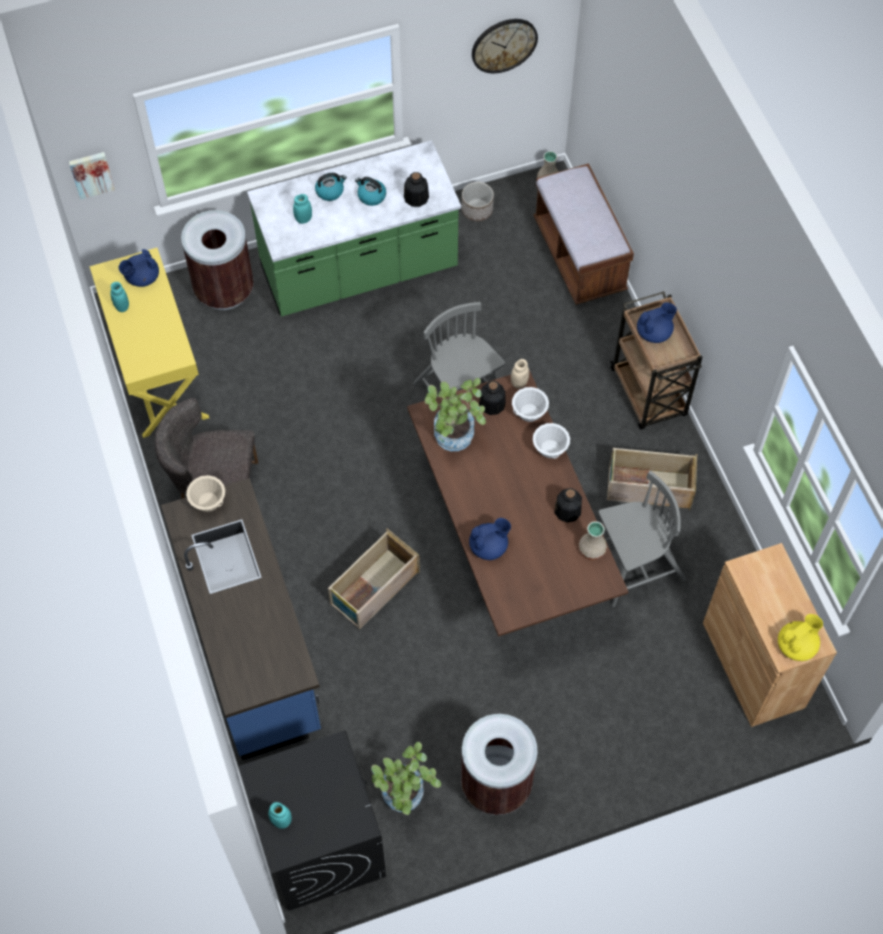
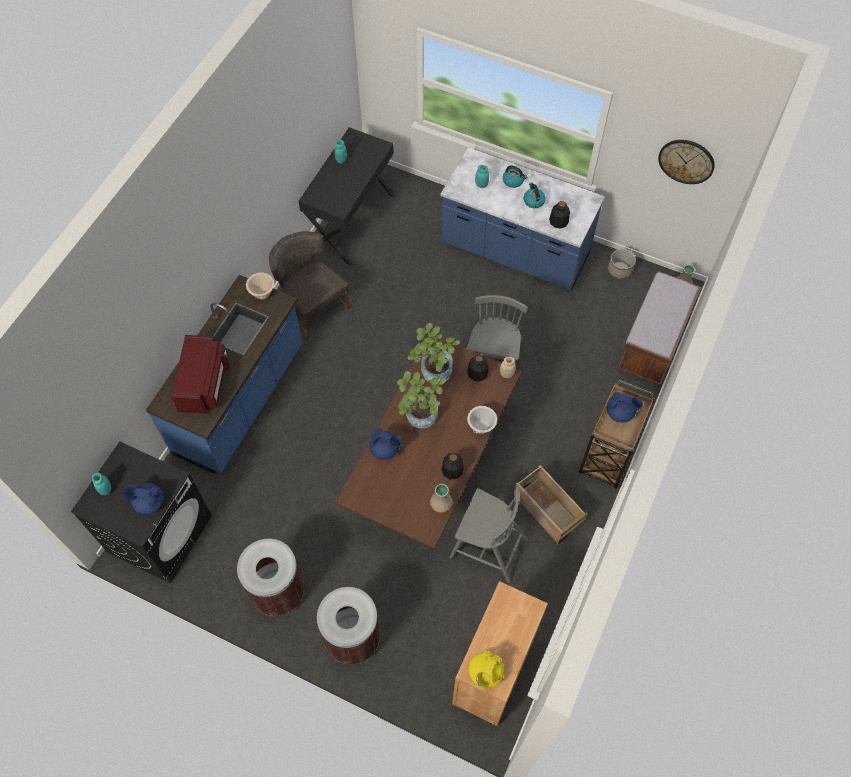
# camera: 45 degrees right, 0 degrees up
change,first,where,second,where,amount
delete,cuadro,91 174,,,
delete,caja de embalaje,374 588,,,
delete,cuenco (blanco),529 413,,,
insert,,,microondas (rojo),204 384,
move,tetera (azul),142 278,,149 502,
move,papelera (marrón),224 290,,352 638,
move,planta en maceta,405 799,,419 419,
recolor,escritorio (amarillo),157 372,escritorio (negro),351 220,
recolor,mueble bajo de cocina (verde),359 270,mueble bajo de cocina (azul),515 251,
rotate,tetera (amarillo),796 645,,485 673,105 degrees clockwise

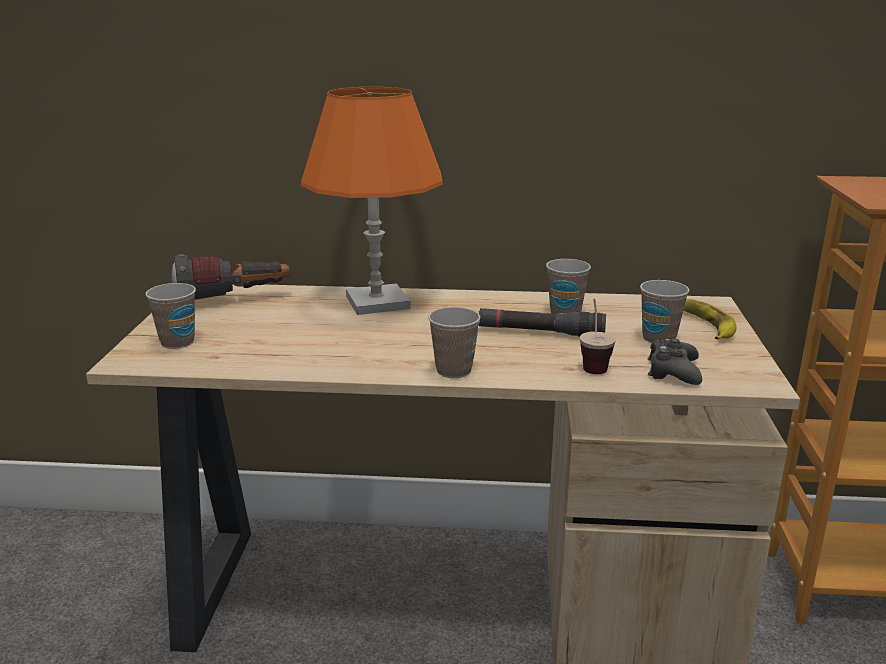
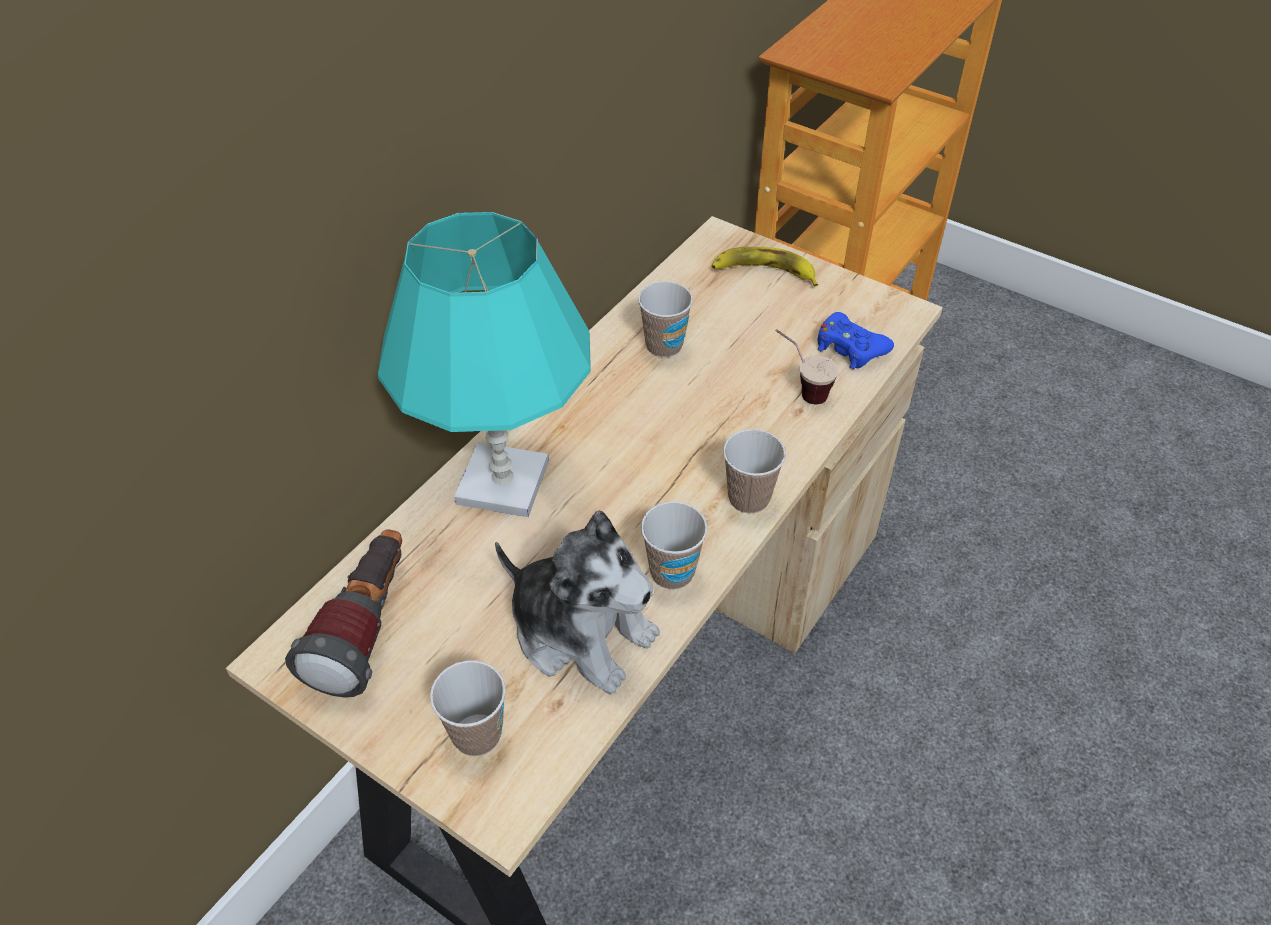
# camera: 60 degrees left, 25 degrees up
change,first,where,second,where,amount
delete,linterna (negro),540 332,,,
insert,,,peluche,581 632,
move,taza,659 338,,672 572,
recolor,lámpara de mesa (naranja),376 302,lámpara de mesa (turquesa),503 483,
recolor,mando de consola (negro),673 371,mando de consola (azul),850 348,

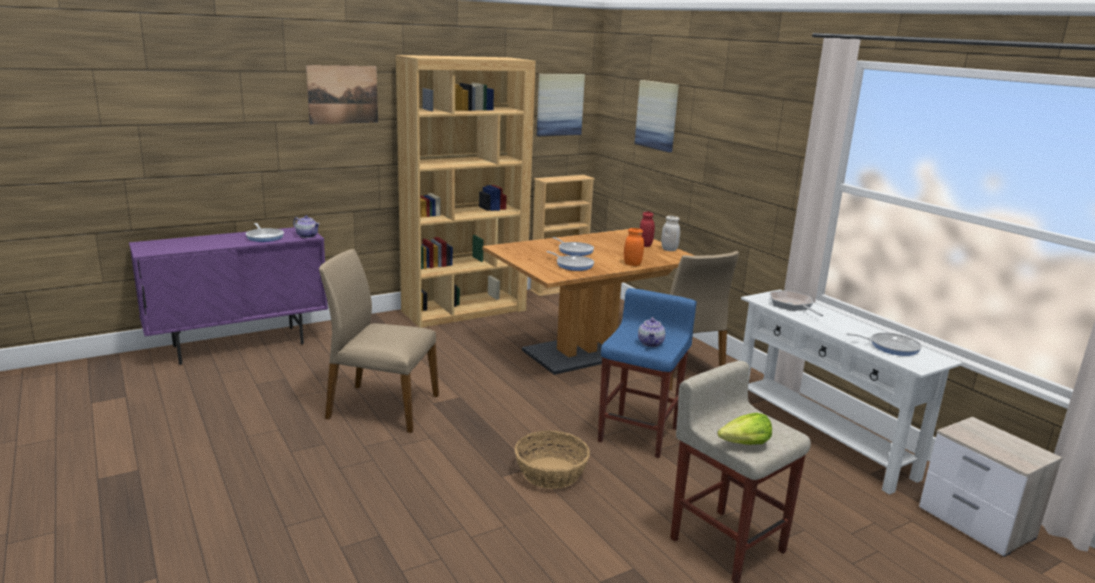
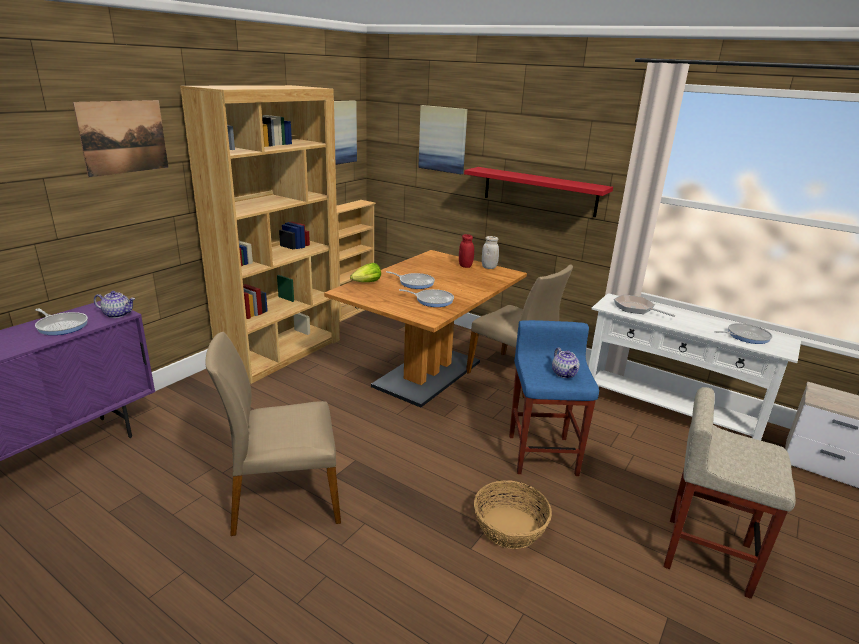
# camera: 25 degrees left, 5 degrees up
change,first,where,second,where,amount
delete,tarro (naranja),632 264,,,
insert,,,estante (rojo),539 191,
move,lechuga,745 444,,367 283,

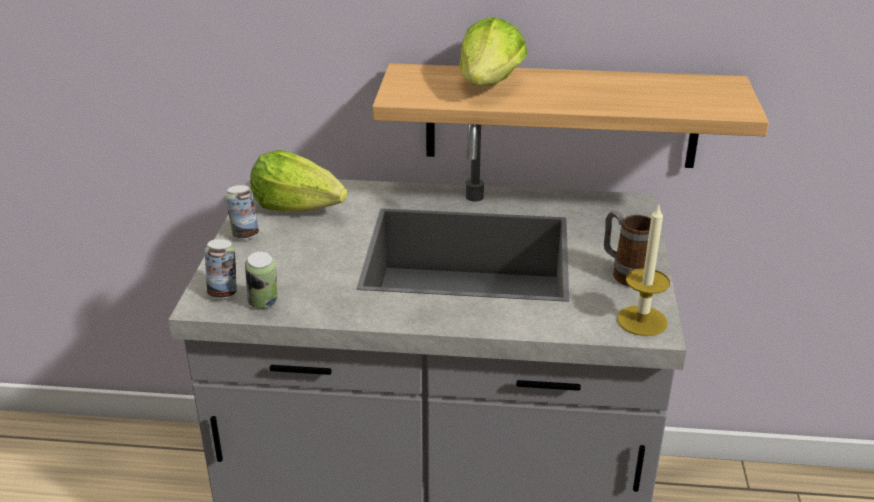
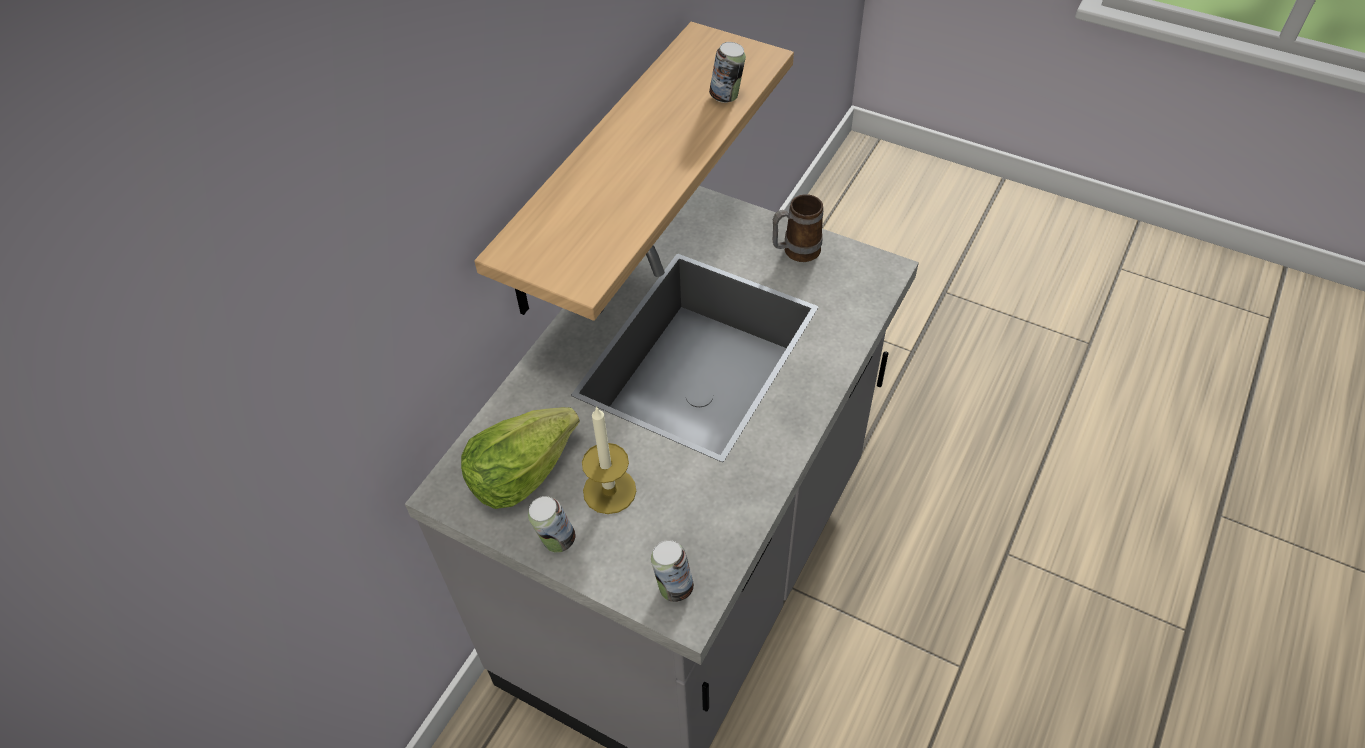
# camera: 65 degrees left, 20 degrees up
change,first,where,second,where,amount
delete,lechuga,490 85,,,
move,lata,264 304,,727 97,
move,vela,642 321,,609 490,

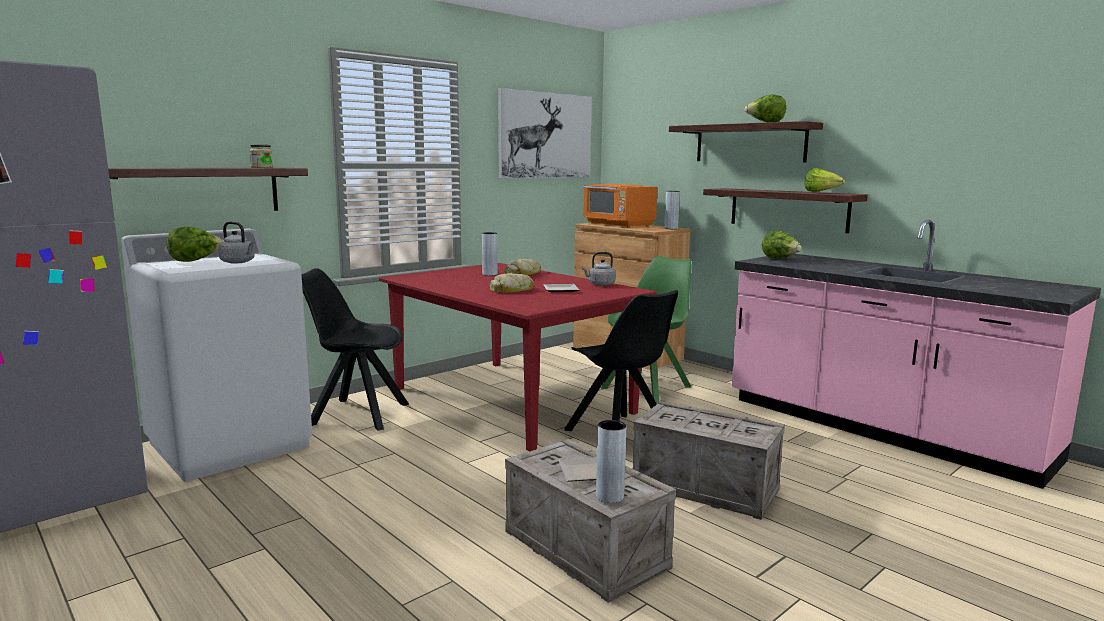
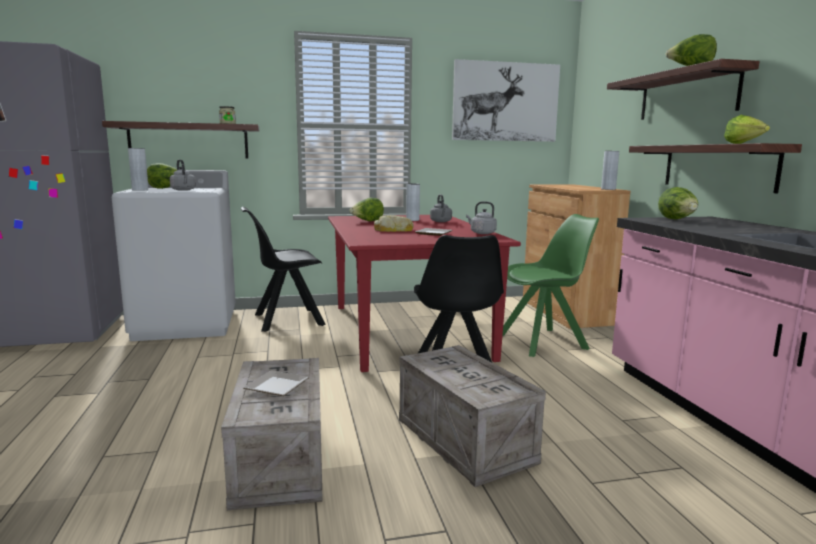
# camera: 30 degrees right, 0 degrees up
change,first,where,second,where,amount
delete,microondas (naranja),618 224,,,
insert,,,lechuga,367 221,
move,florero (gris),609 496,,140 190,
replace,pan,523 273,hervidor (gris),441 221,
rotate,silla (negro),357 414,,286 320,60 degrees counterclockwise

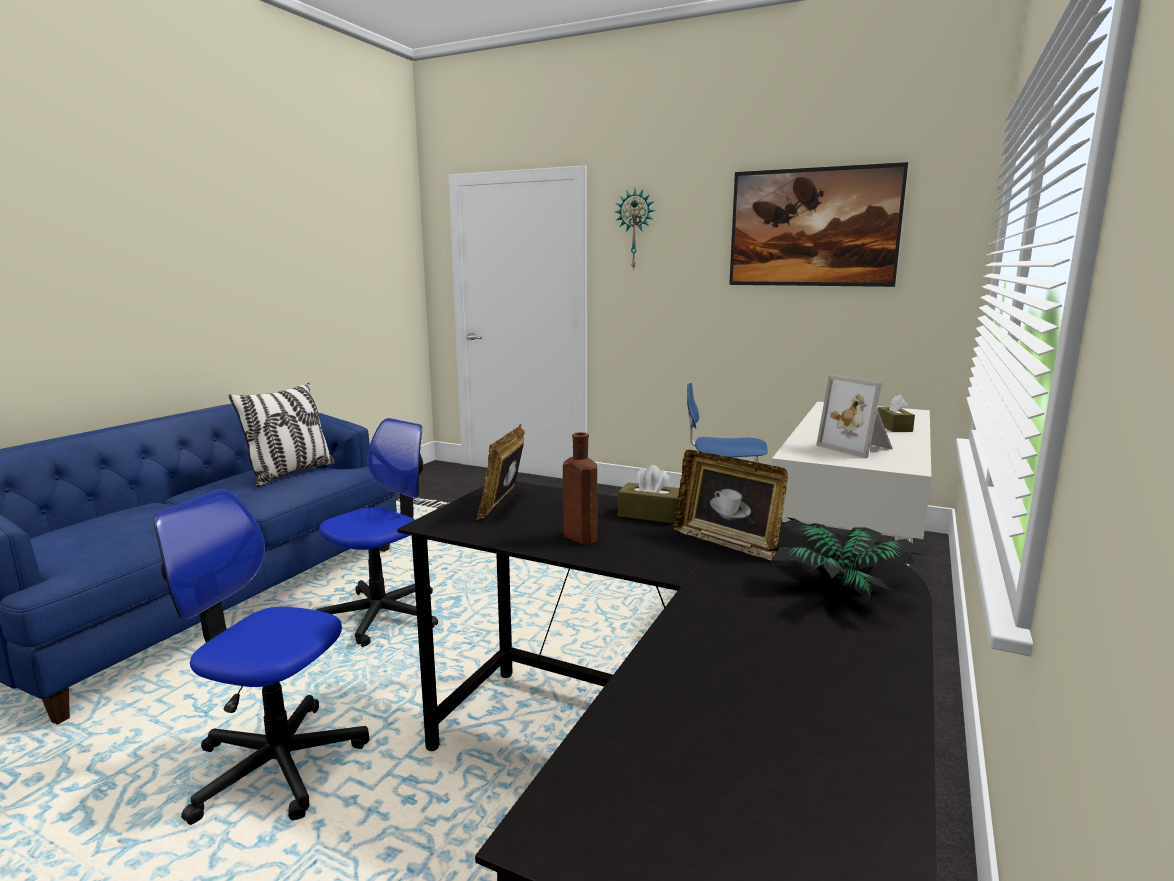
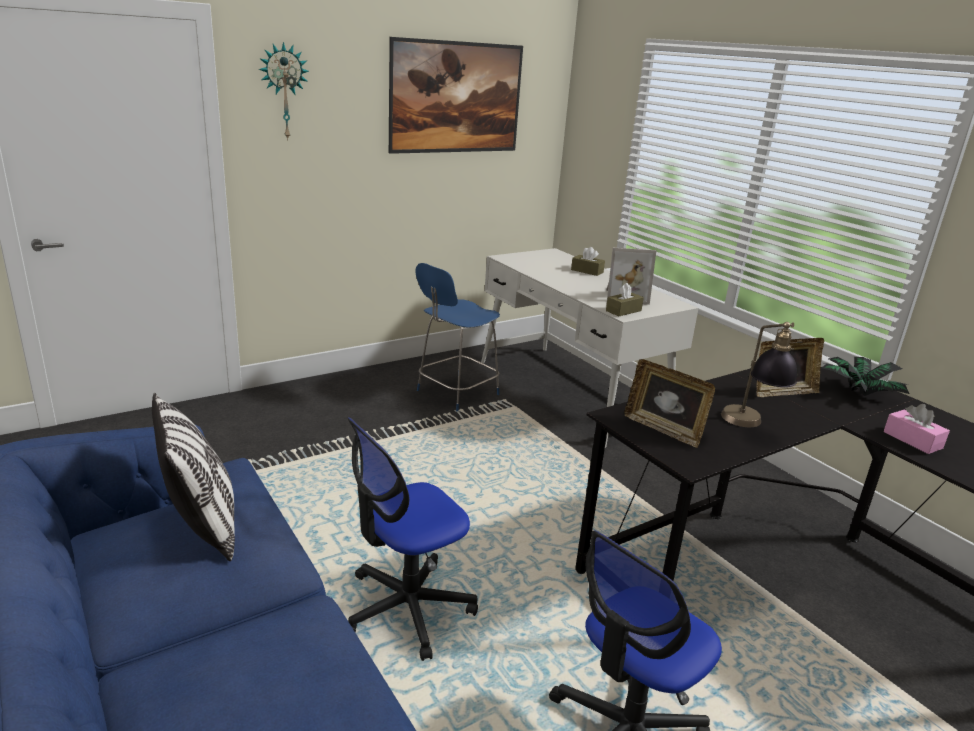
# camera: 60 degrees left, 10 degrees up
change,first,where,second,where,amount
insert,,,caja de pañuelos (rosa),912 440,
move,caja de pañuelos (marrón),650 515,,623 311,
replace,botella (marrón),578 537,lámpara de mesa,750 426,
rotate,silla de oficina,382 615,,407 608,105 degrees counterclockwise

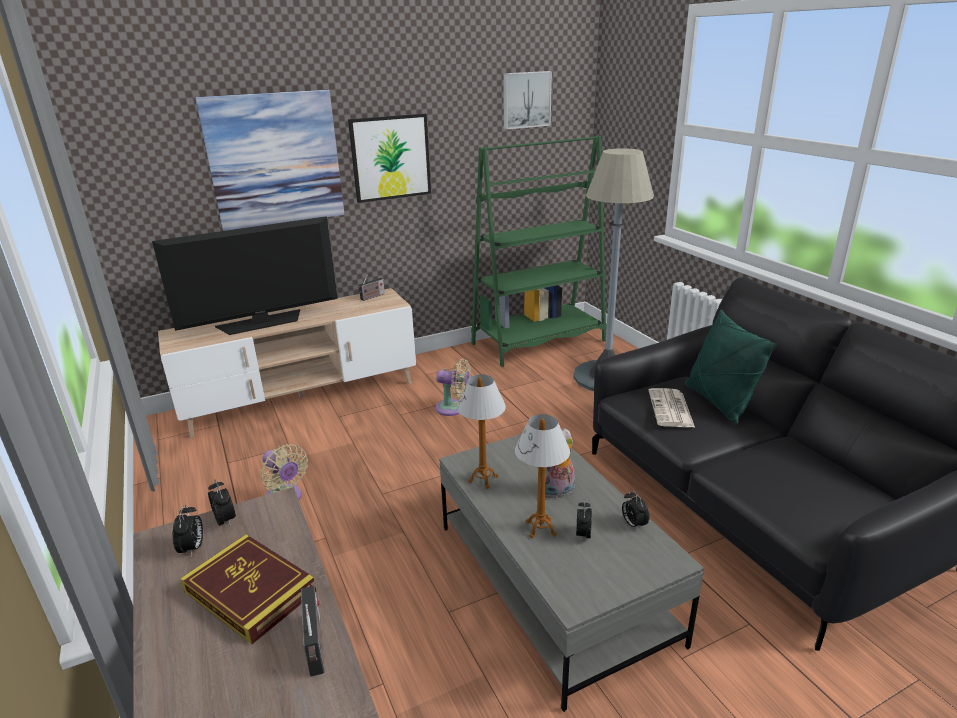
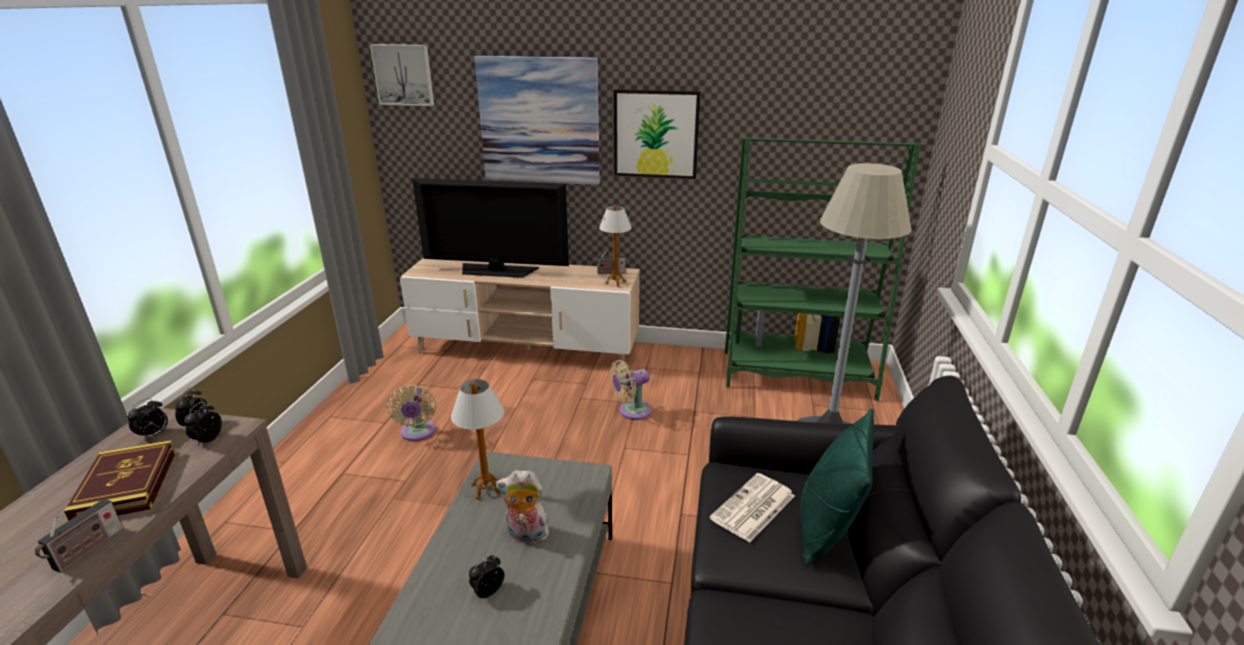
# camera: 35 degrees right, 0 degrees up
change,first,where,second,where,amount
move,cuadro,526 100,,404 75,
move,lámpara de mesa,540 529,,615 283,
move,despertador,633 524,,208 439,
rotate,ventilador (beis),453 408,,631 411,105 degrees clockwise

